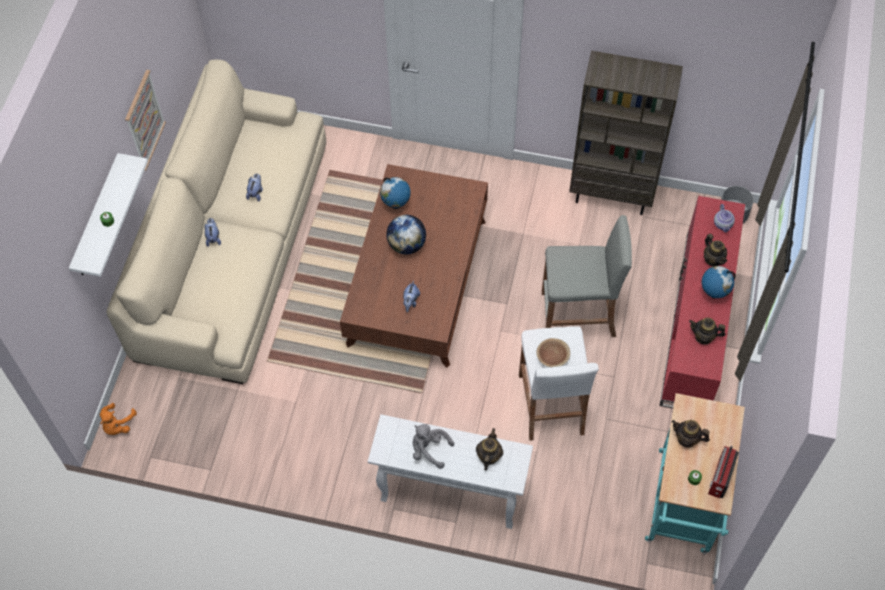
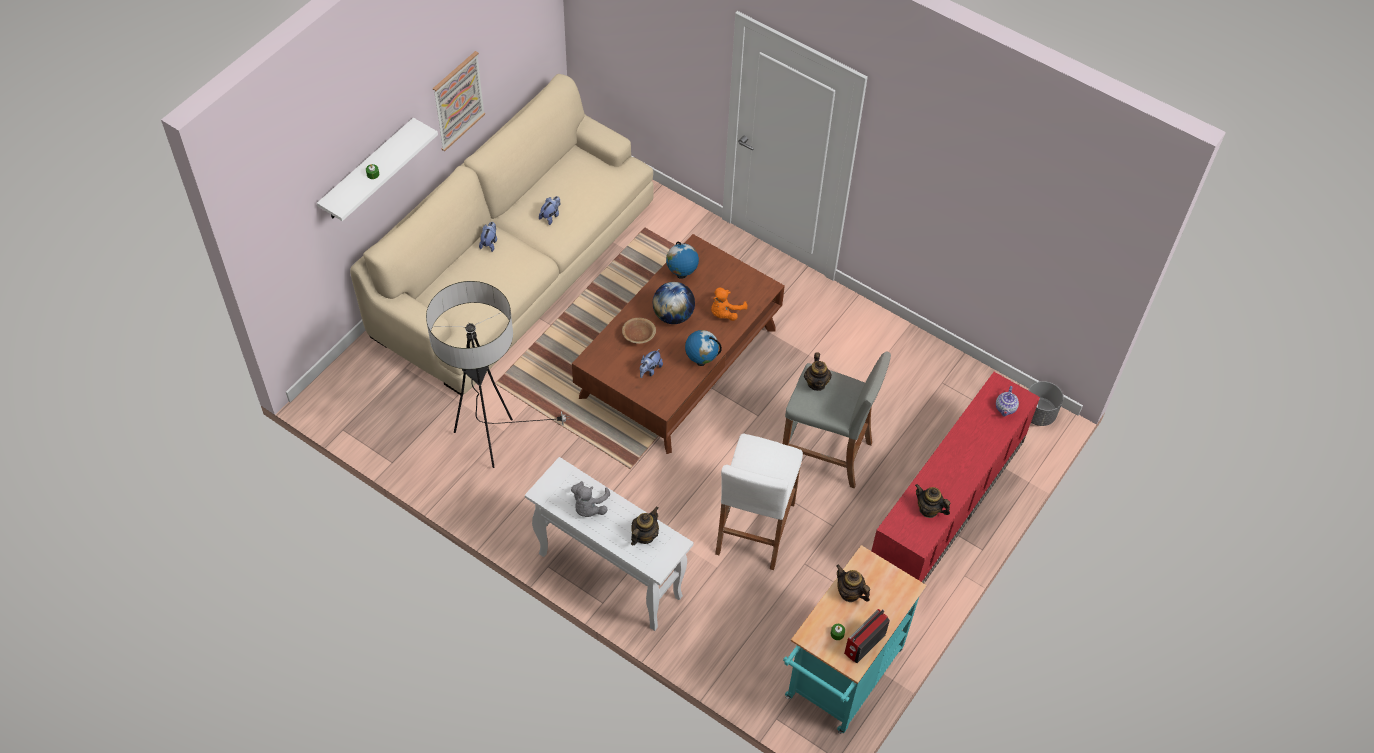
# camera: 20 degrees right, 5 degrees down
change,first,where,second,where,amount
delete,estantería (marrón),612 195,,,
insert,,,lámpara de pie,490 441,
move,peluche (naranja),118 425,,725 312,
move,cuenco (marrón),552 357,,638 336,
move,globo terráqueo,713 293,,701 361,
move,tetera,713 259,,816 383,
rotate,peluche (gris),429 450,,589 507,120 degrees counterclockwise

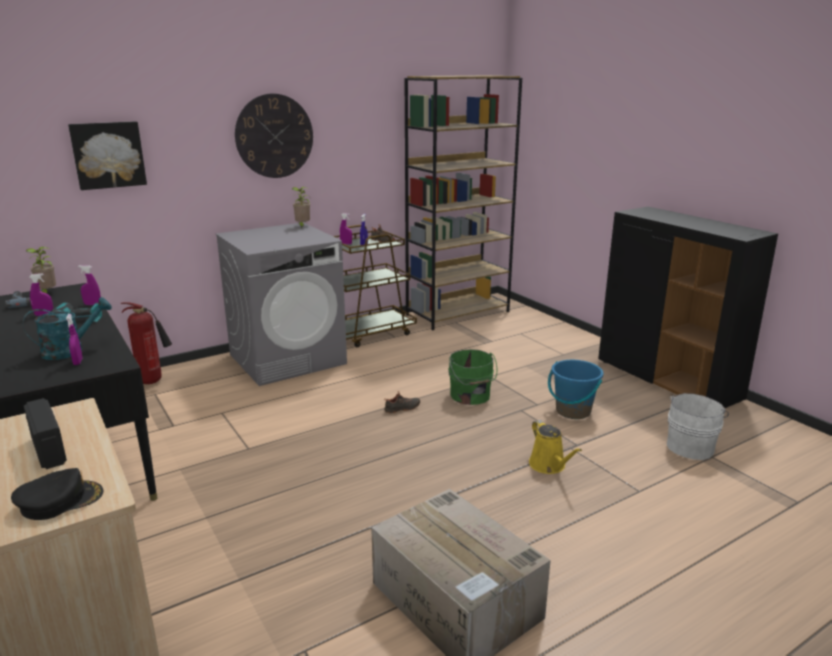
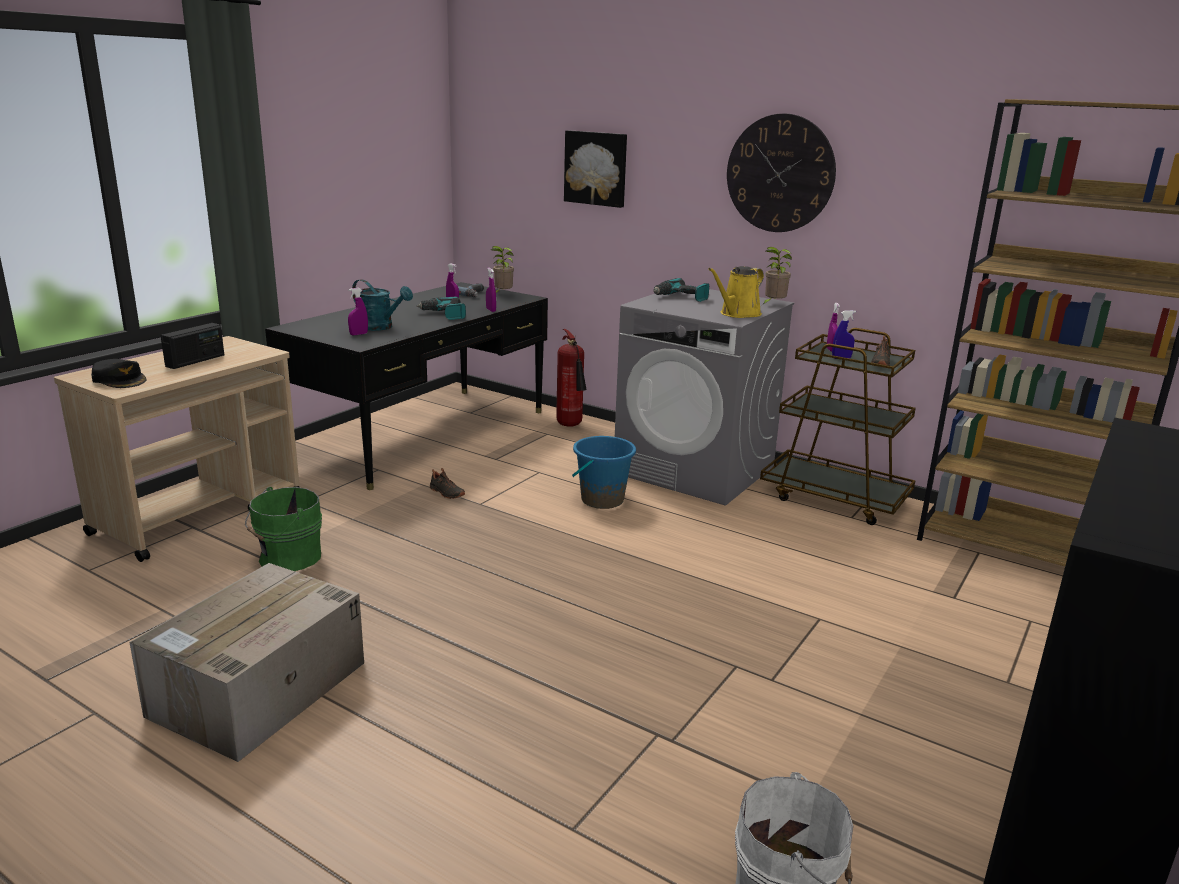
# camera: 65 degrees right, 0 degrees up
change,first,where,second,where,amount
insert,,,taladro,681 298,
move,zapato (negro),402 409,,446 493,
move,cubo (verde),470 396,,287 558,
move,regadera (amarillo),549 466,,737 314,
move,cubo (azul),572 411,,602 500,

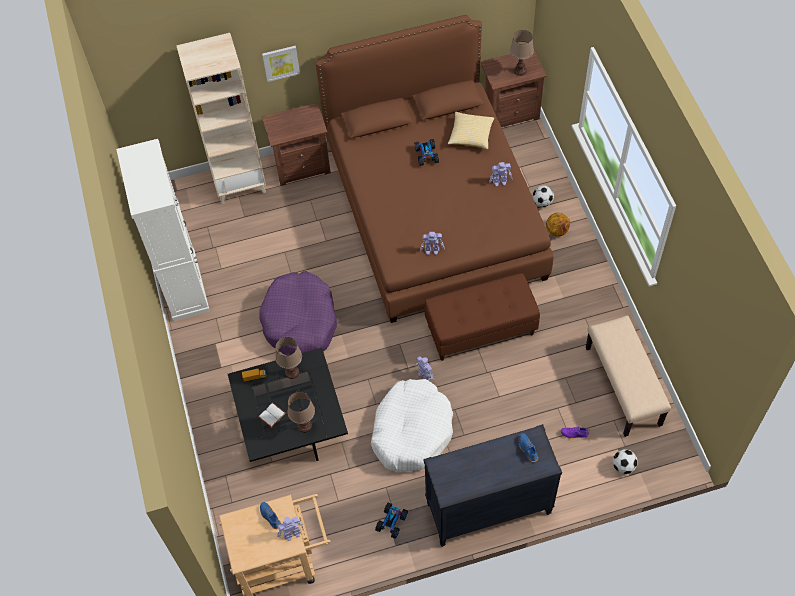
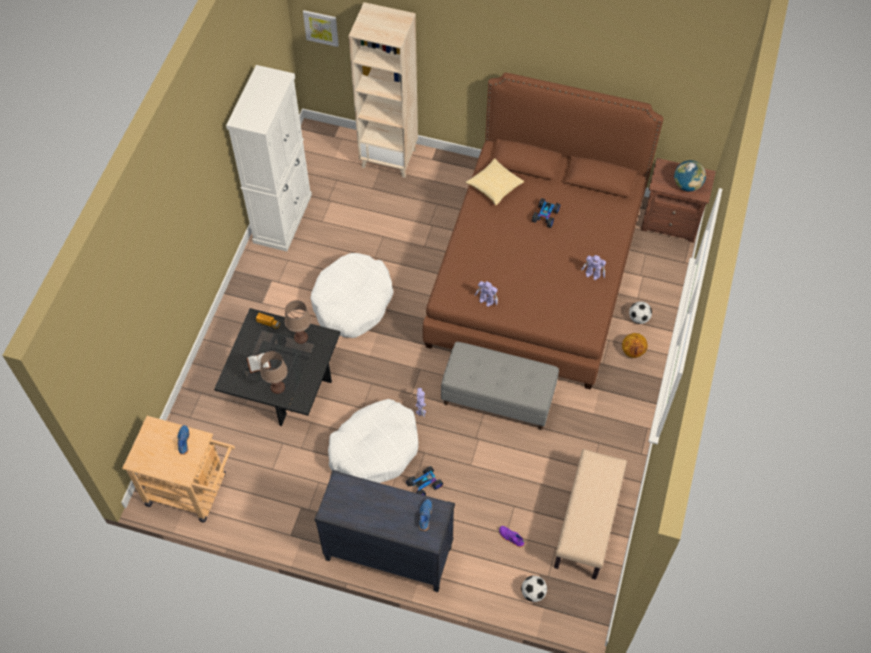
# camera: 30 degrees right, 0 degrees up
change,first,where,second,where,amount
delete,mesita de noche (marrón),301 166,,,
delete,robot de juguete,291 534,,,
move,cuadro,281 63,,321 27,
move,coche de juguete,391 522,,424 484,
move,cojín,471 135,,494 187,
replace,lámpara de mesa (marrón),520 71,globo terráqueo,687 185,
recolor,cama para perro (morado),300 321,cama para perro (blanco),352 302,
recolor,banco (marrón),481 329,banco (gris),498 398,

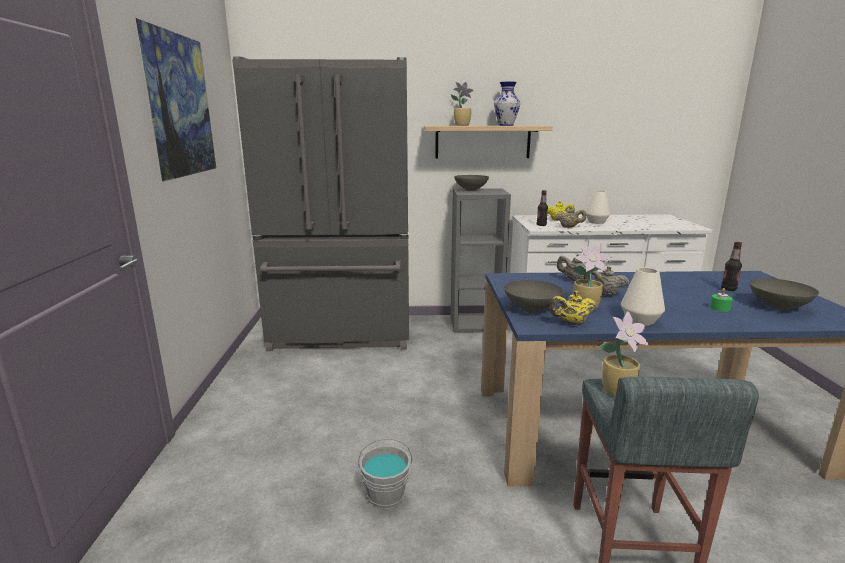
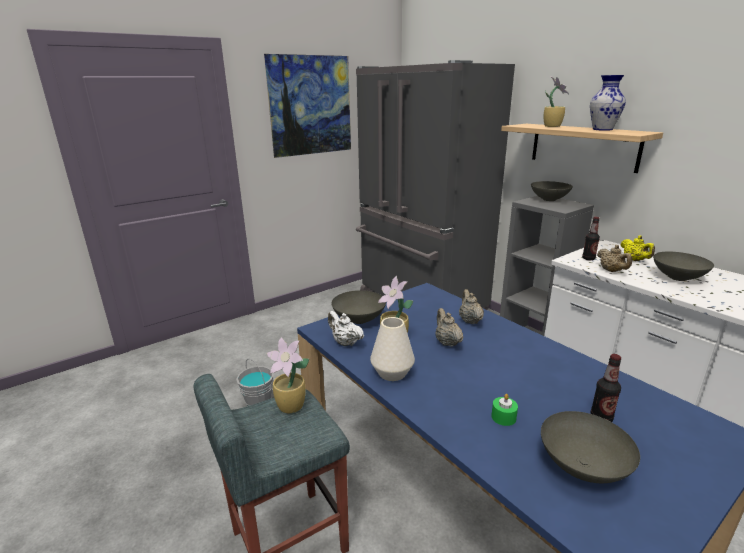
# camera: 55 degrees right, 5 degrees up
change,first,where,second,where,amount
replace,florero (blanco),596 222,cuenco (gris),678 277,
recolor,tetera (amarillo),571 323,tetera (blanco),345 342,

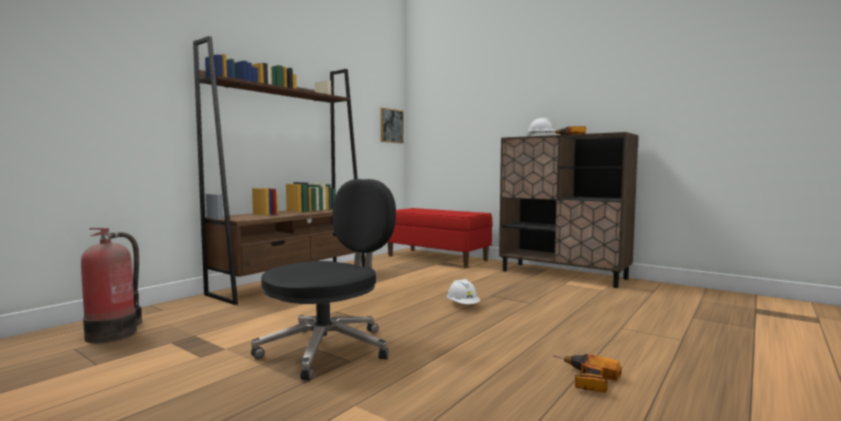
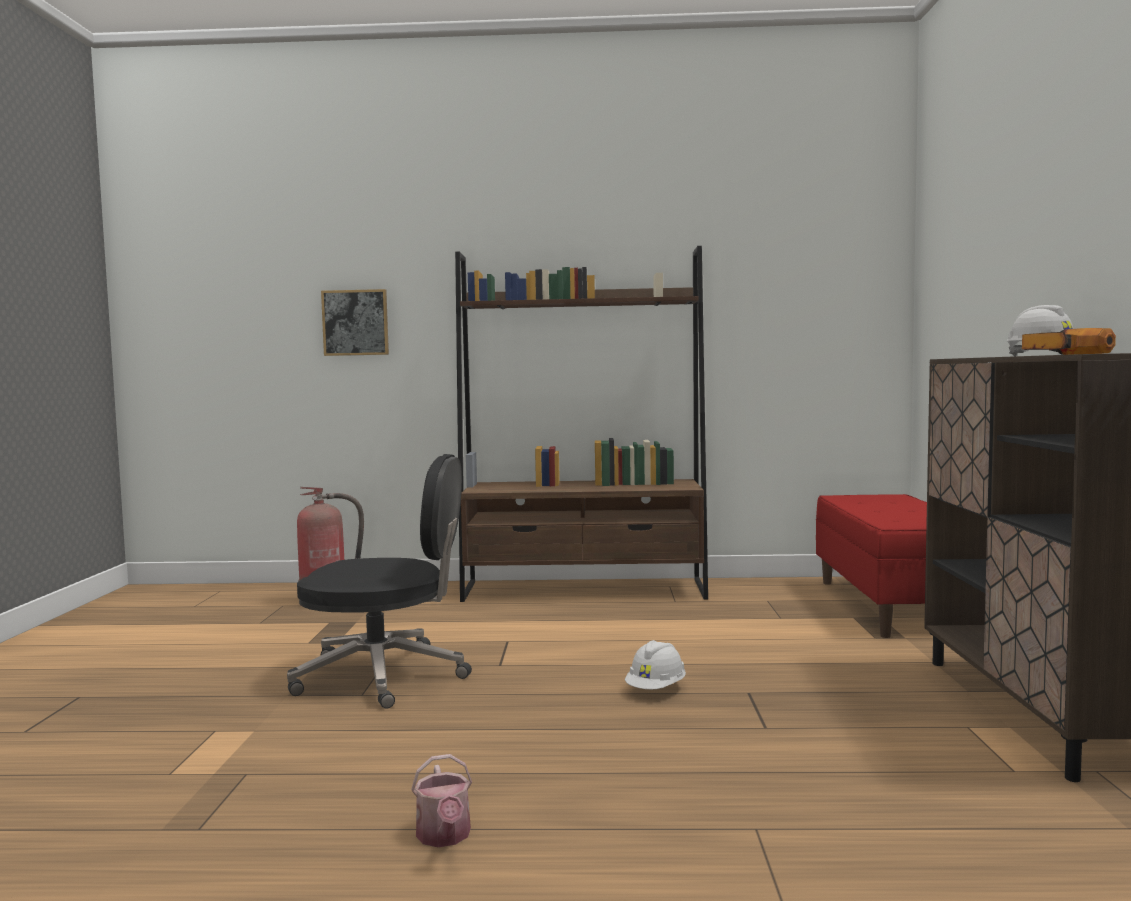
# camera: 55 degrees right, 0 degrees up
change,first,where,second,where,amount
move,cuadro,391 126,,355 322,
replace,taladro,585 380,regadera,444 837,

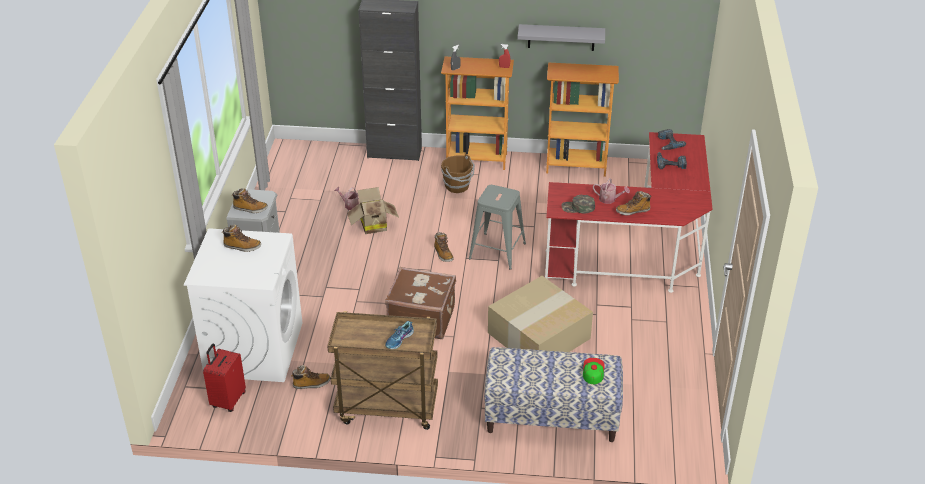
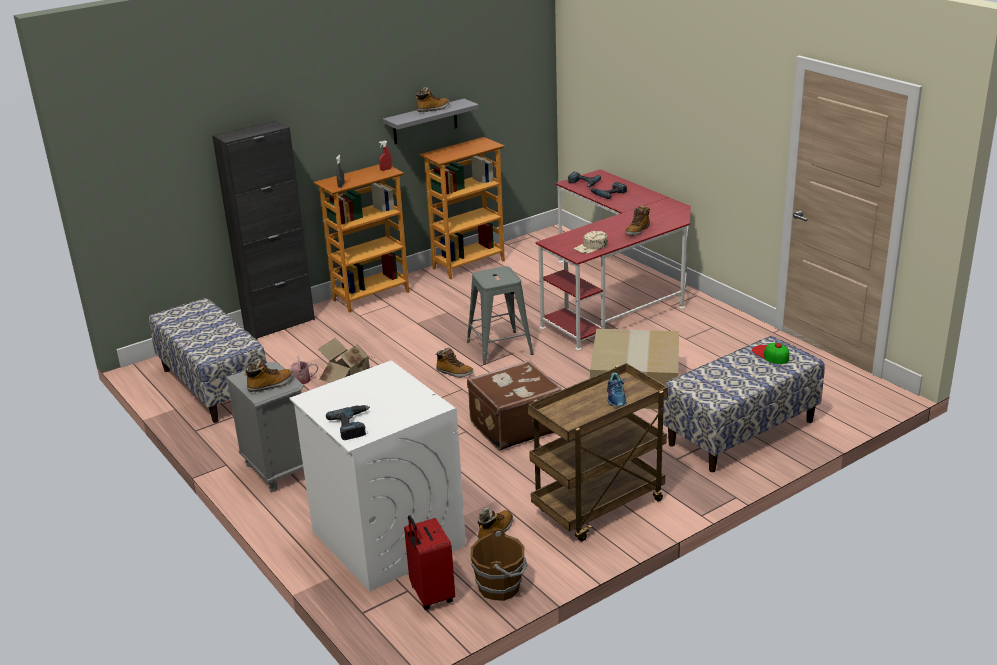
# camera: 40 degrees left, 10 degrees down
change,first,where,second,where,amount
delete,regadera,609 199,,,
insert,,,banco,213 386,
insert,,,taladro,353 425,
move,bota,242 247,,433 109,
move,cubo (marrón),457 186,,500 587,
recolor,gorra (verde),578 207,gorra (beis),591 247,

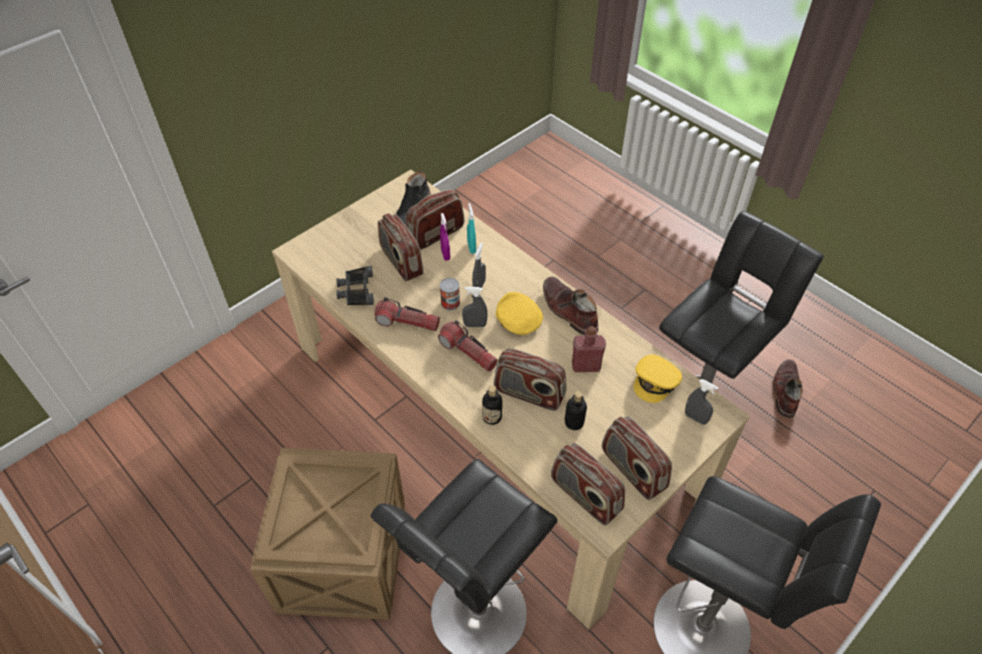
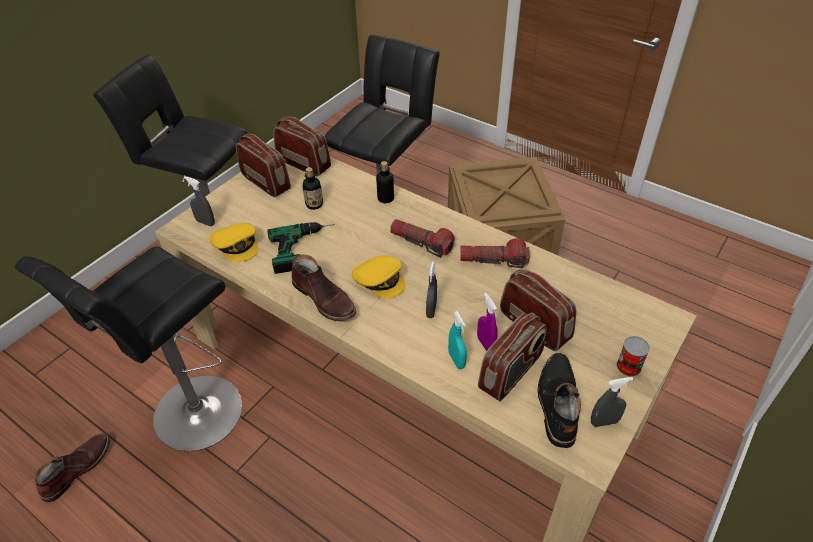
# camera: 170 degrees right, 5 degrees down
change,first,where,second,where,amount
delete,prismáticos (negro),356 290,,,
delete,radio,529 393,,,
move,lata,450 302,,628 366,
move,pulverizador (gris),475 325,,604 422,
replace,botella (rojo),586 366,taladro,304 248,
rotate,gorra (amarillo),656 381,,237 245,120 degrees clockwise
rotate,bota (marrón),785 391,,77 469,150 degrees counterclockwise

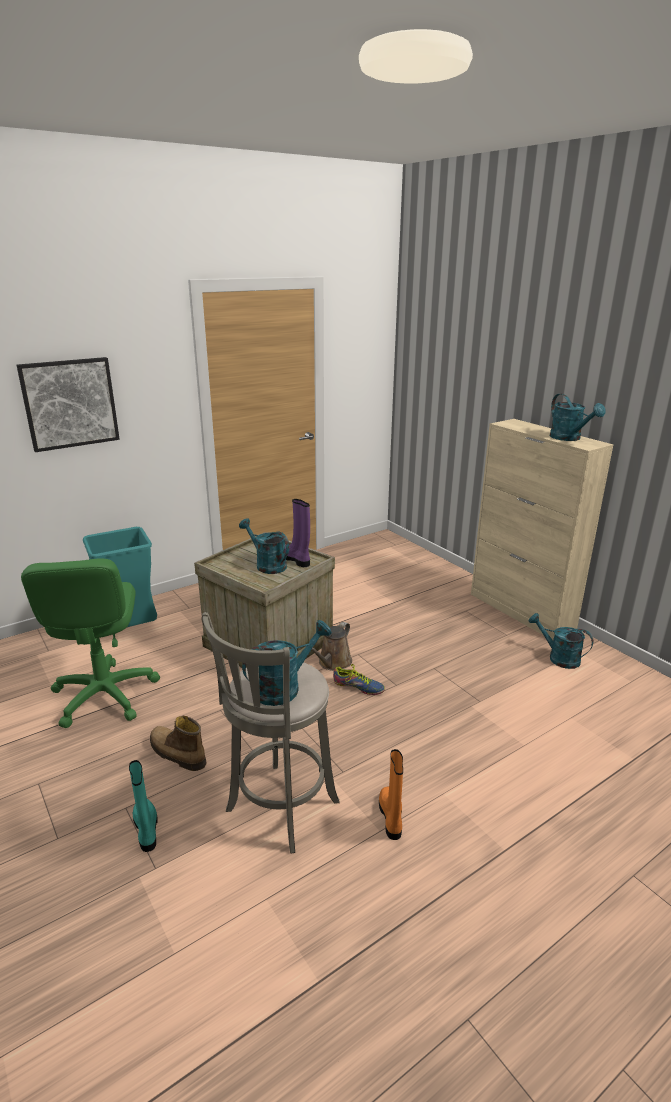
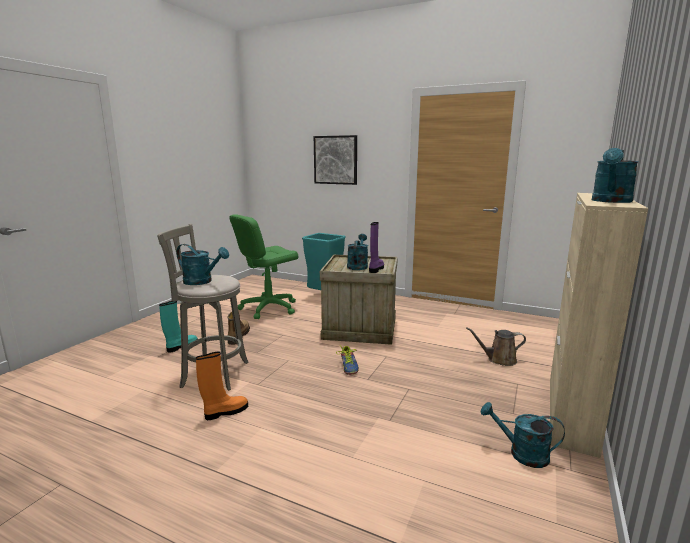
# camera: 60 degrees right, 10 degrees down
change,first,where,second,where,amount
move,regadera (marrón),333 663,,499 360,
rotate,regadera (turquesa),558 658,,521 453,75 degrees counterclockwise

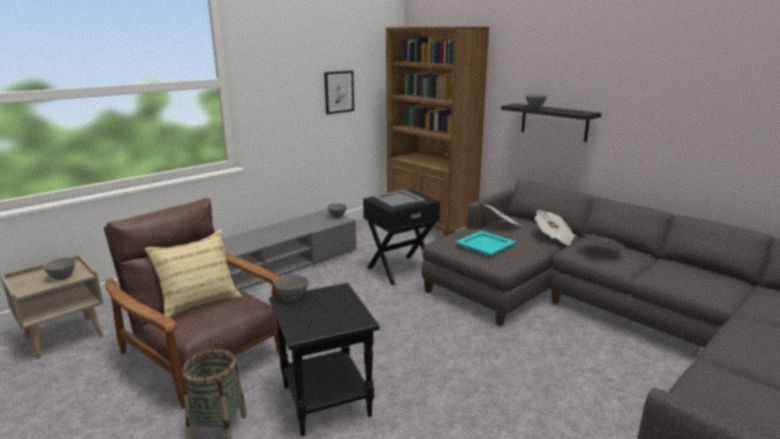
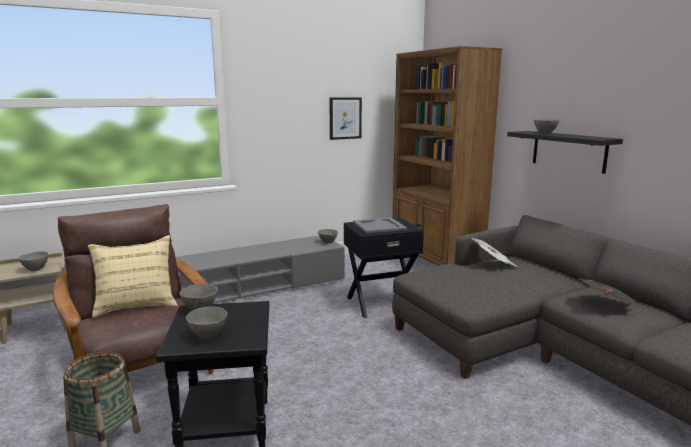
# camera: 15 degrees right, 5 degrees down
change,first,where,second,where,amount
delete,bandeja (turquesa),485 243,,,
delete,periódico,554 238,,,
insert,,,cuenco (gris),208 336,

